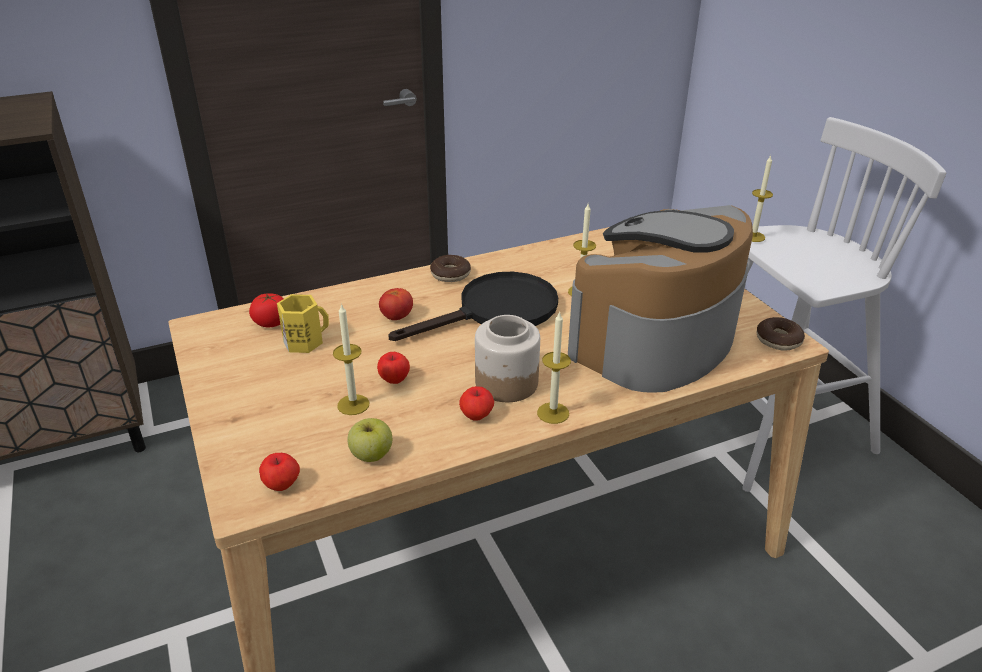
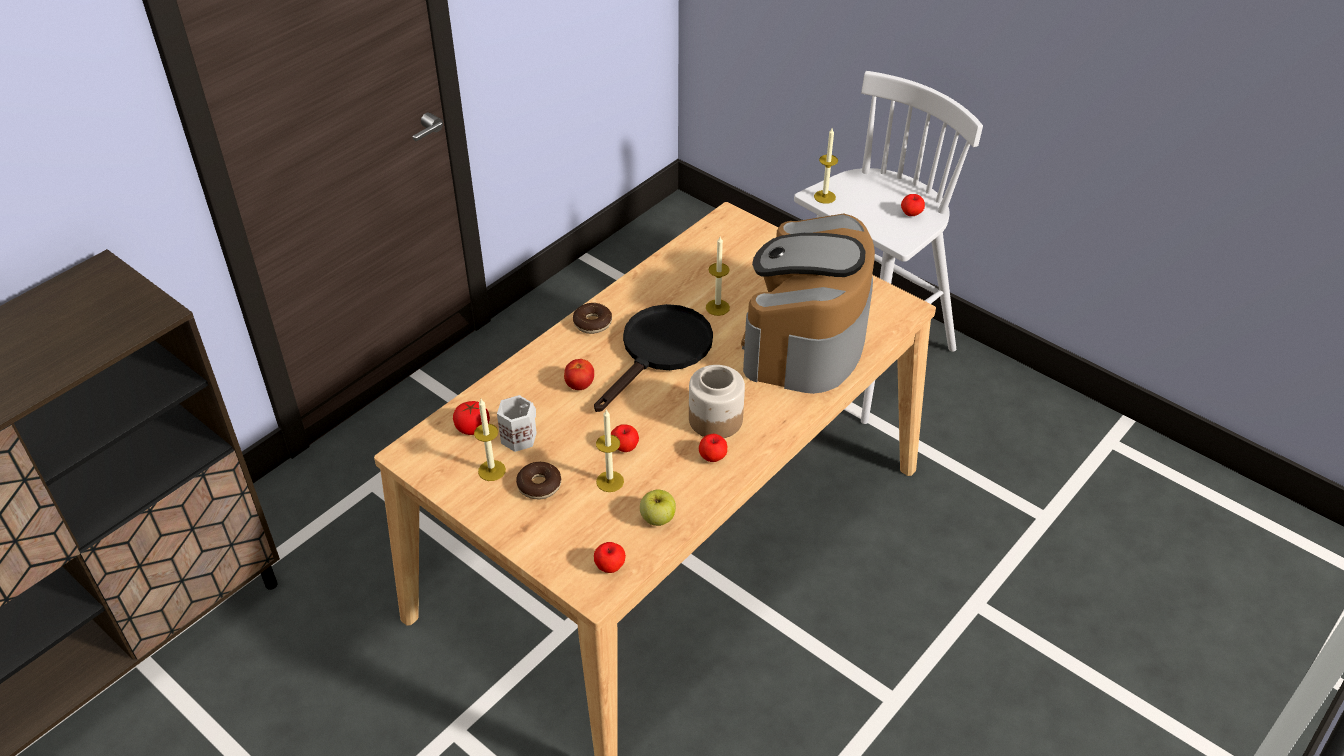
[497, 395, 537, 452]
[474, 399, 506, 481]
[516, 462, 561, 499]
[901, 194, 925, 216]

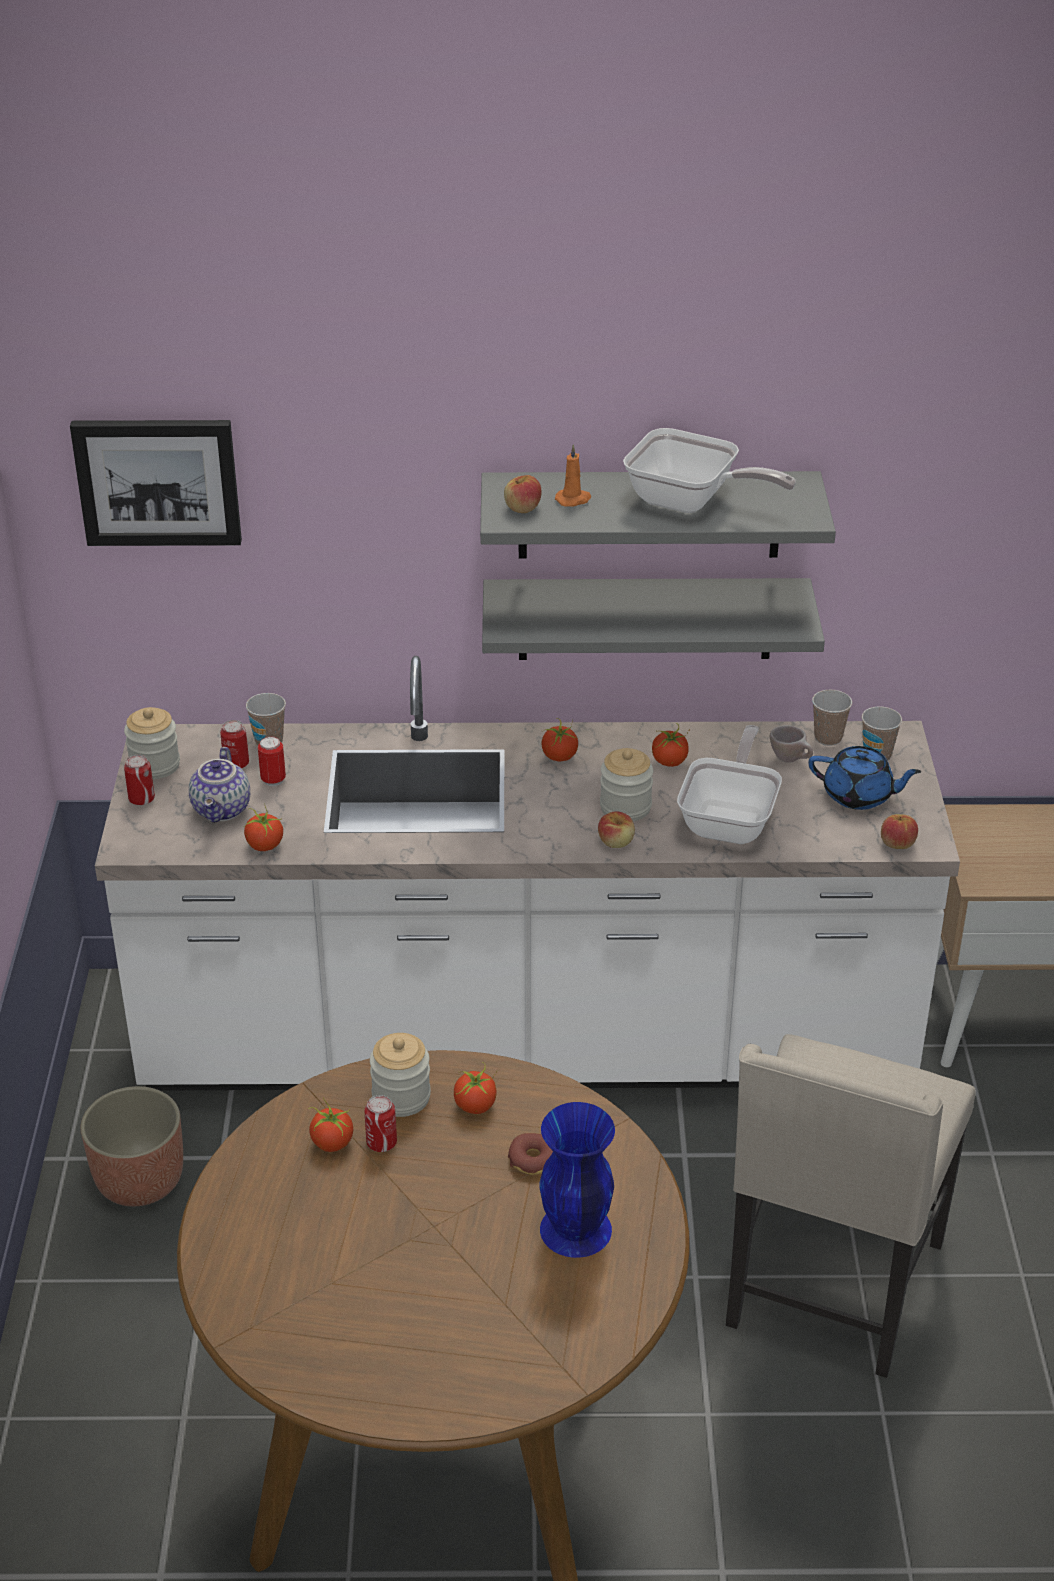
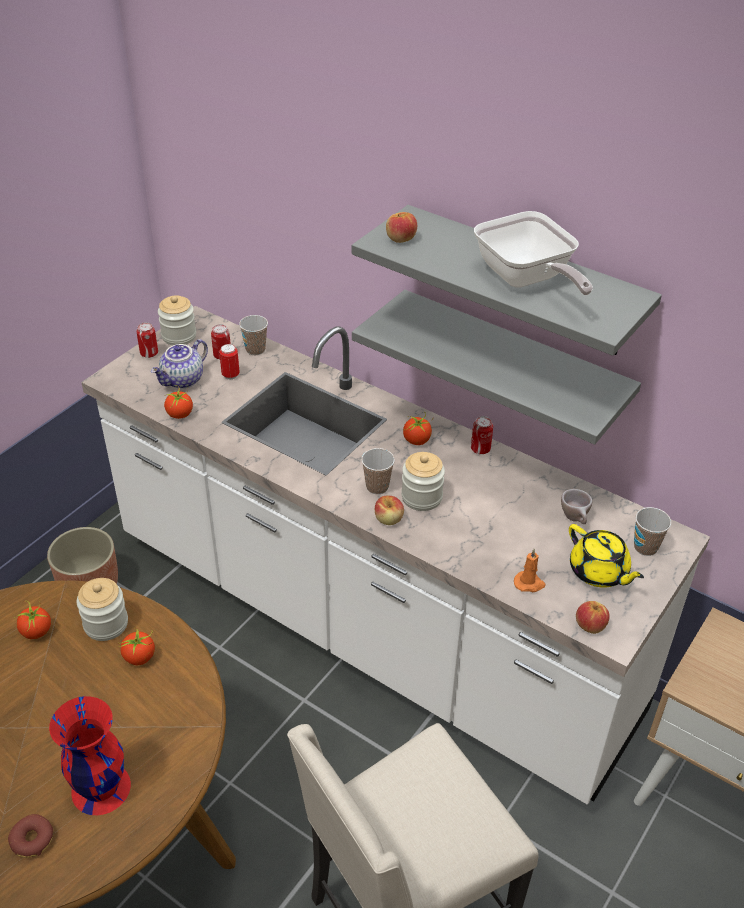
[70, 420, 242, 546] (first image)
[471, 416, 493, 454]
[8, 814, 53, 858]
[49, 696, 131, 815]
[514, 549, 546, 592]
[652, 723, 690, 767] (first image)
[677, 725, 782, 844] (first image)
[569, 524, 644, 588]
[361, 448, 395, 494]

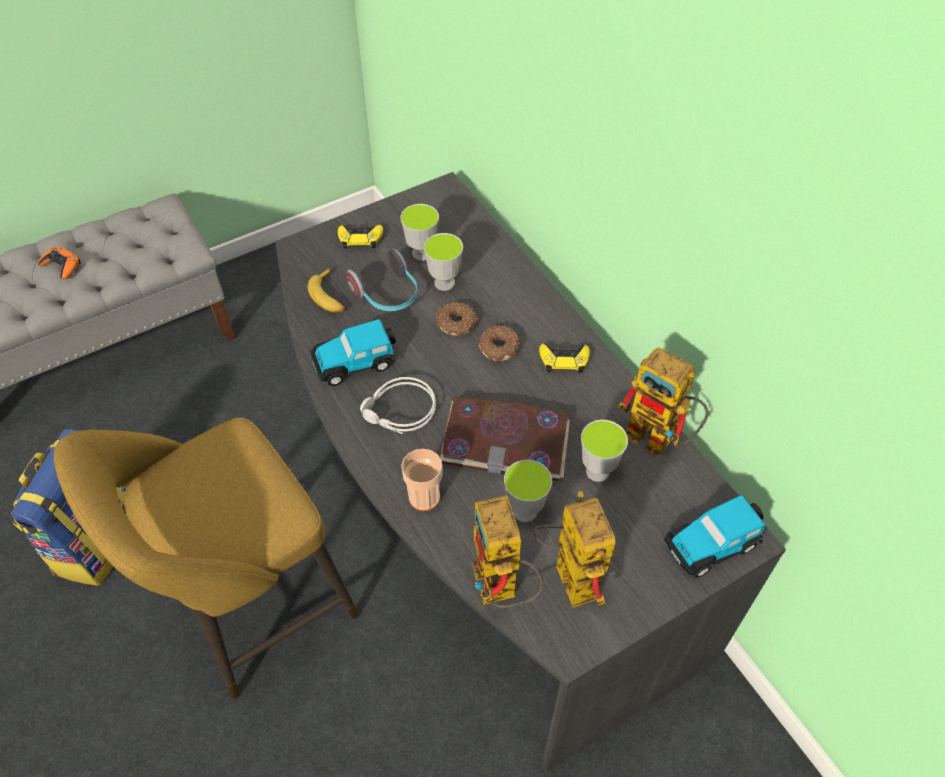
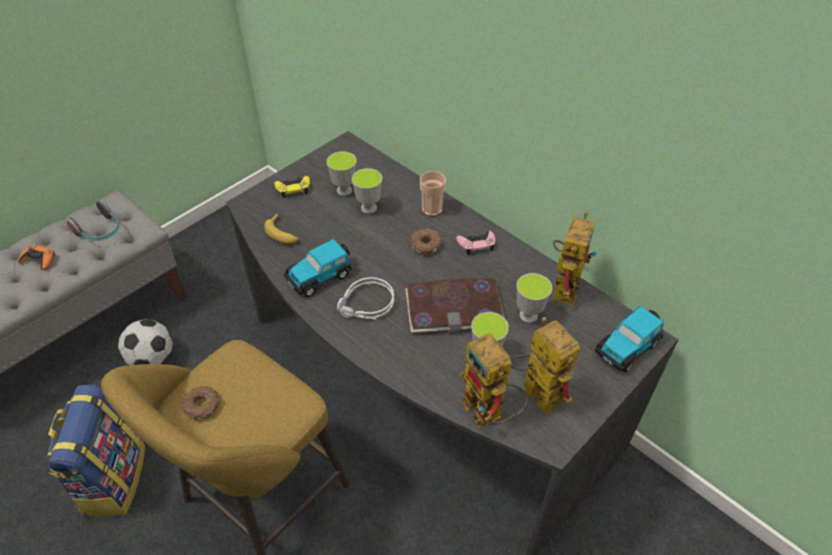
[67, 201, 119, 241]
[420, 171, 446, 217]
[182, 386, 221, 420]
[456, 231, 496, 255]
[552, 211, 596, 306]
[118, 319, 173, 365]

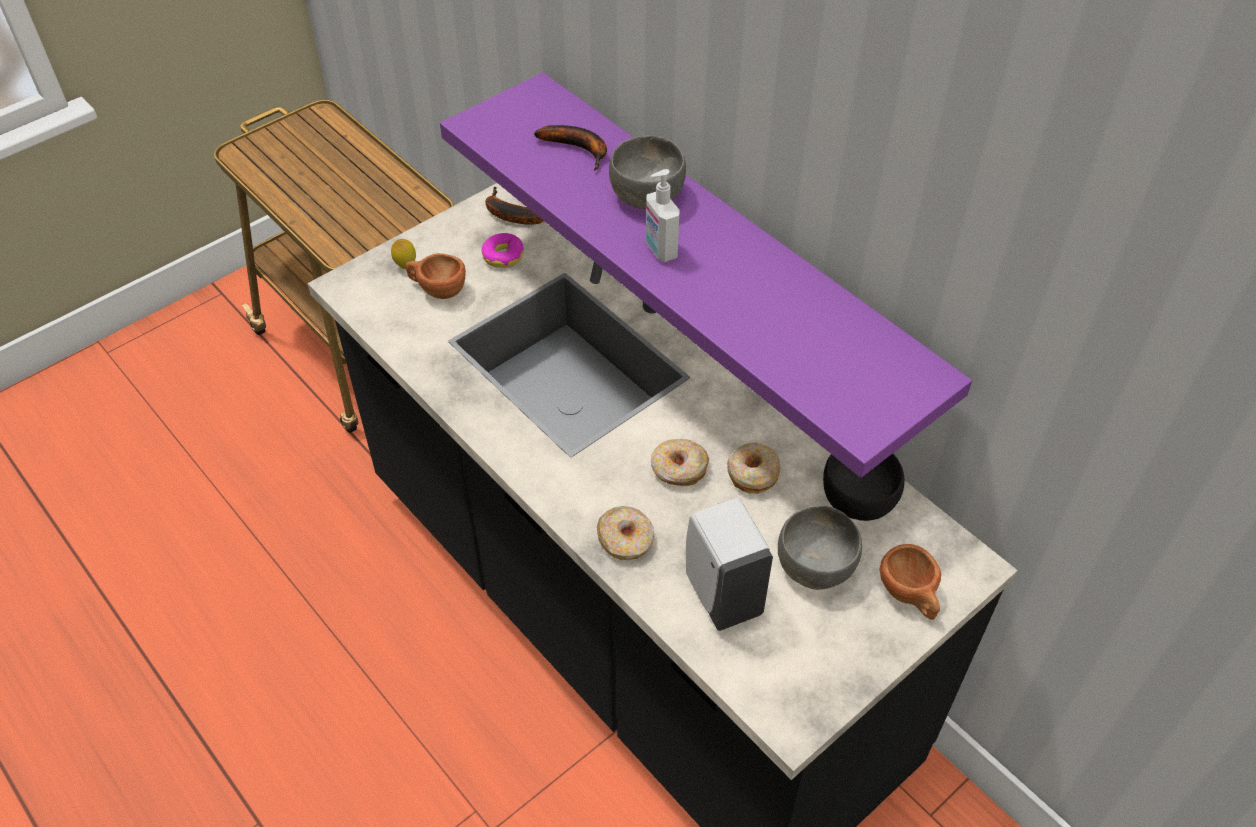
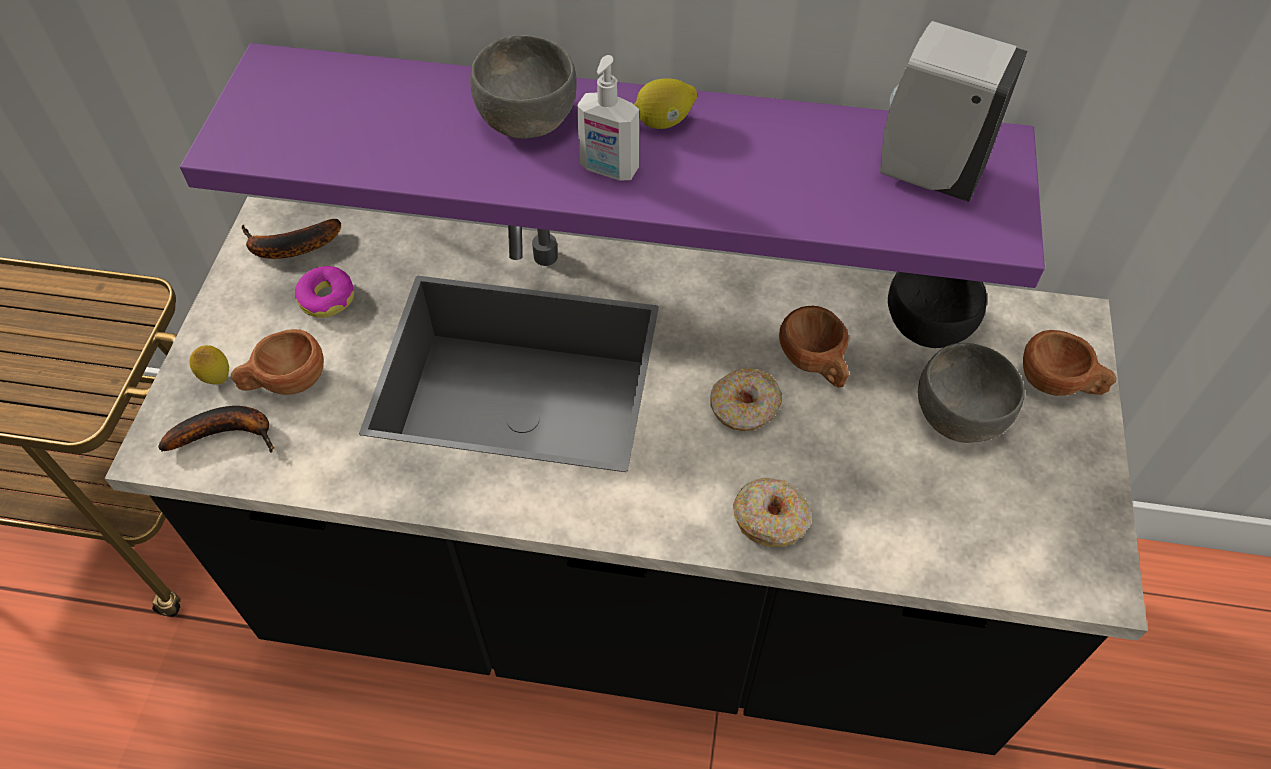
[158, 406, 274, 453]
[880, 21, 1028, 202]
[779, 306, 849, 388]
[634, 78, 697, 129]

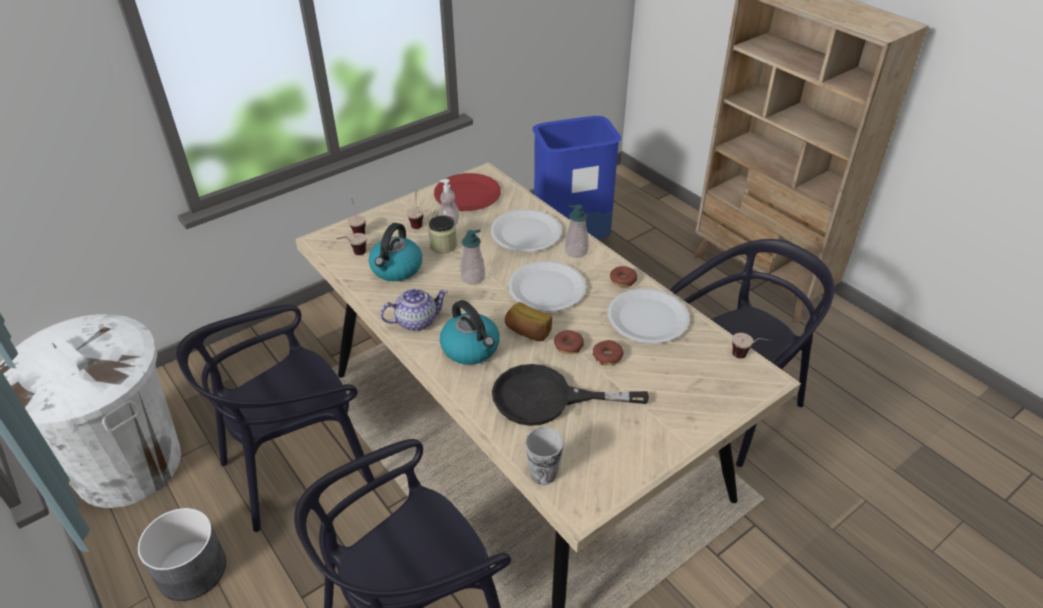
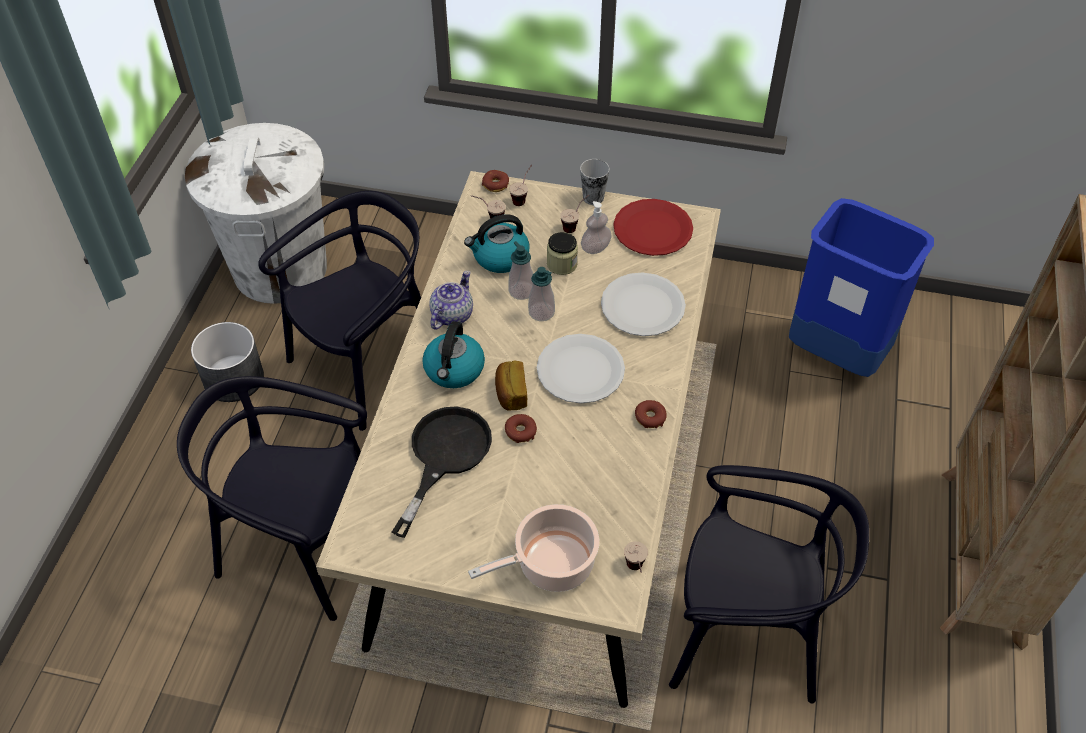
[258, 191, 421, 431]
[429, 271, 473, 330]
[392, 406, 492, 538]
[580, 159, 609, 205]
[508, 241, 533, 300]
[482, 170, 509, 192]
[608, 288, 690, 344] (first image)
[468, 504, 599, 592]

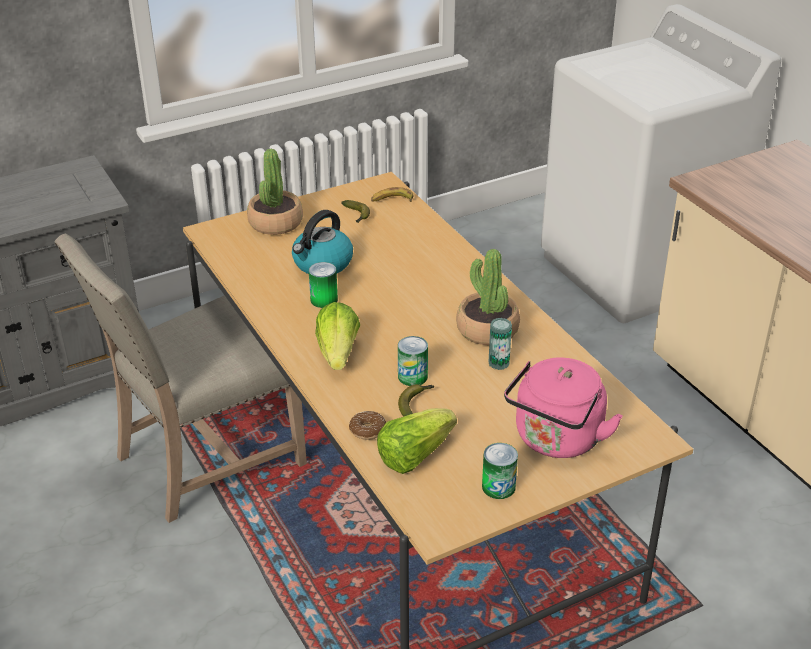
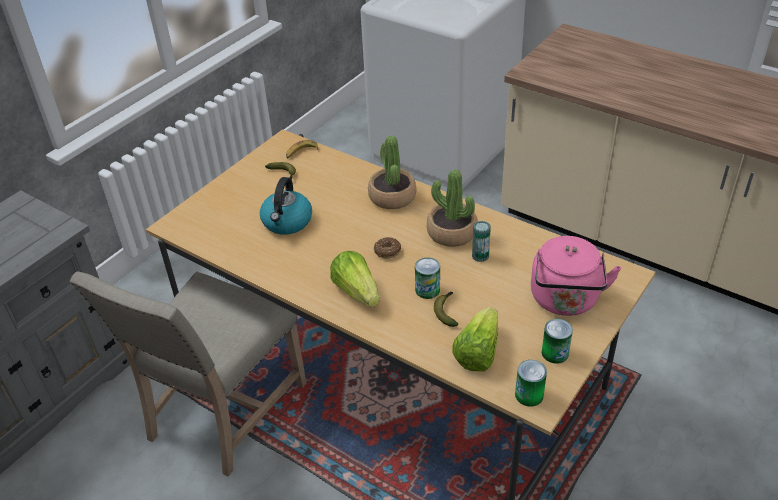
[368, 136, 417, 209]
[515, 360, 547, 407]
[374, 237, 401, 259]

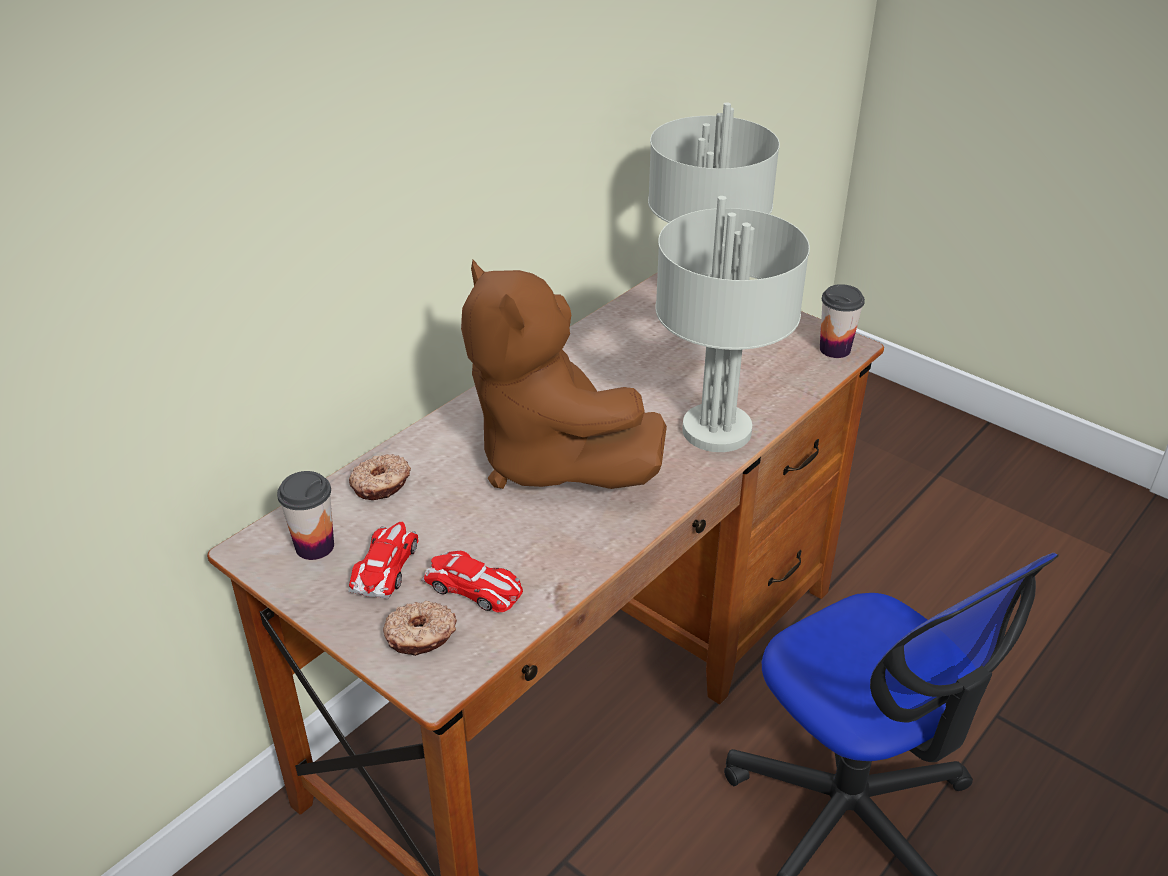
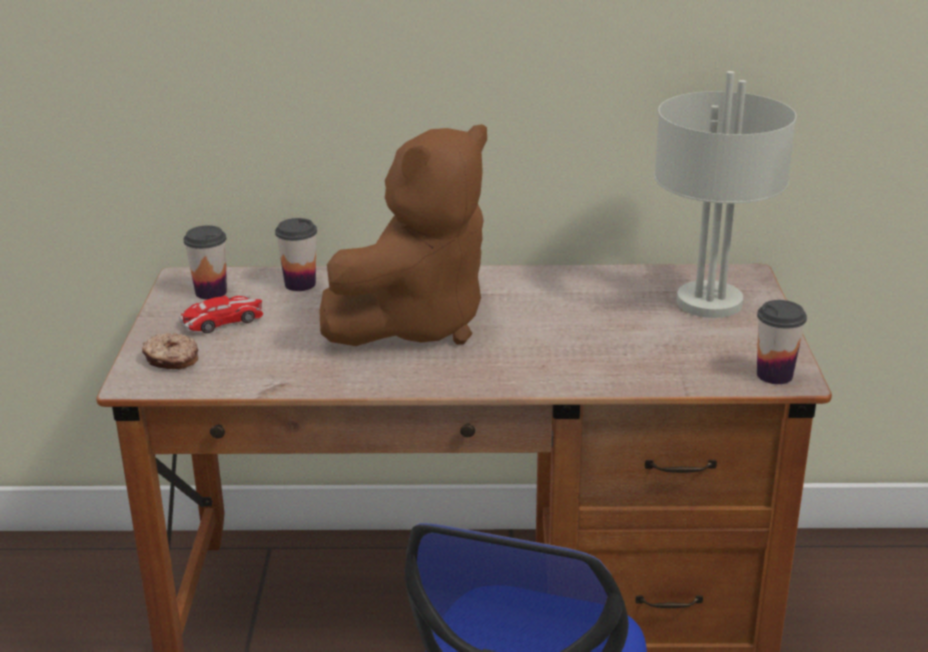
[275, 218, 317, 291]
[421, 551, 523, 612] (first image)
[319, 124, 487, 346]
[655, 196, 810, 452] (first image)

